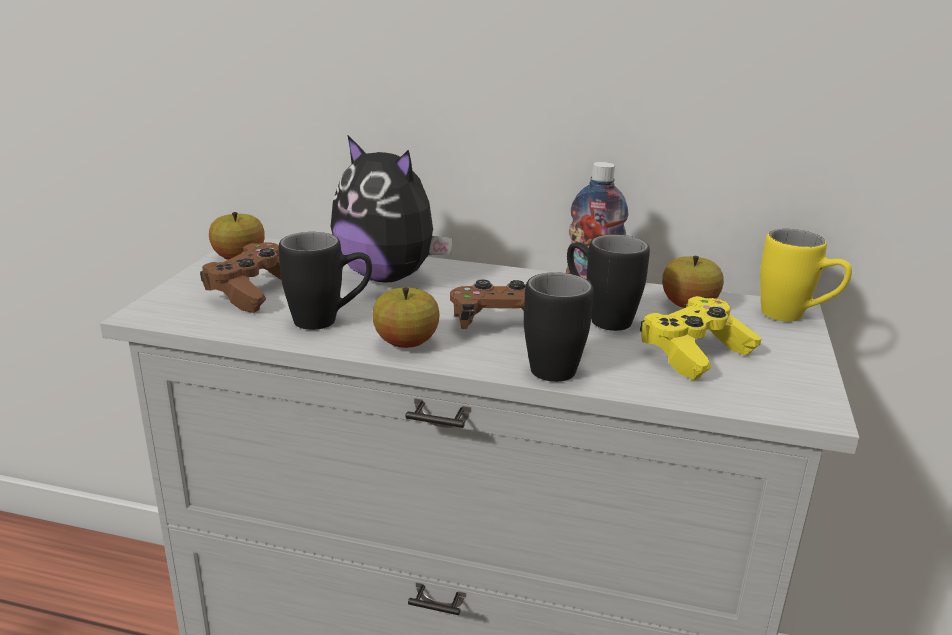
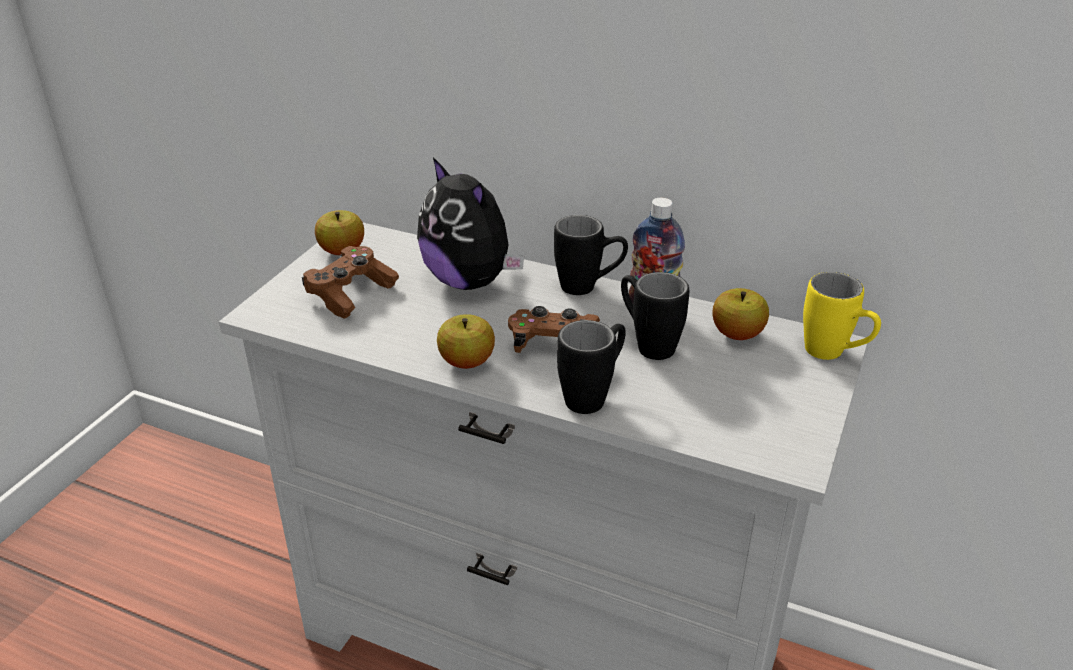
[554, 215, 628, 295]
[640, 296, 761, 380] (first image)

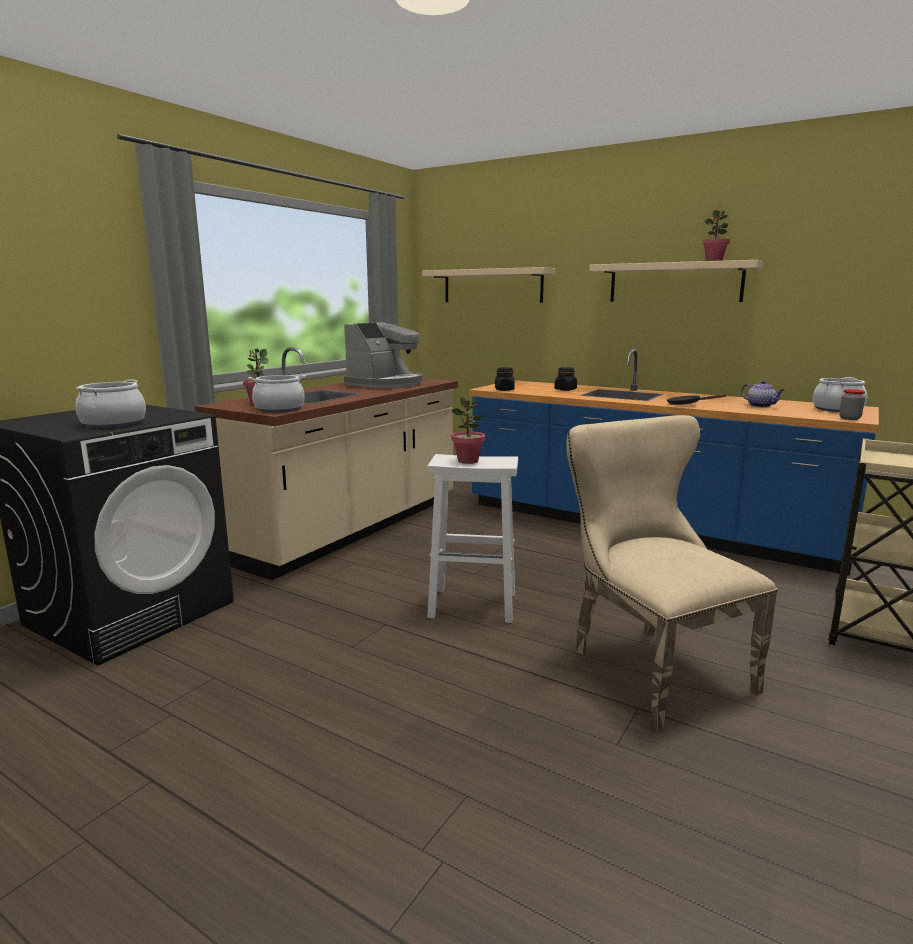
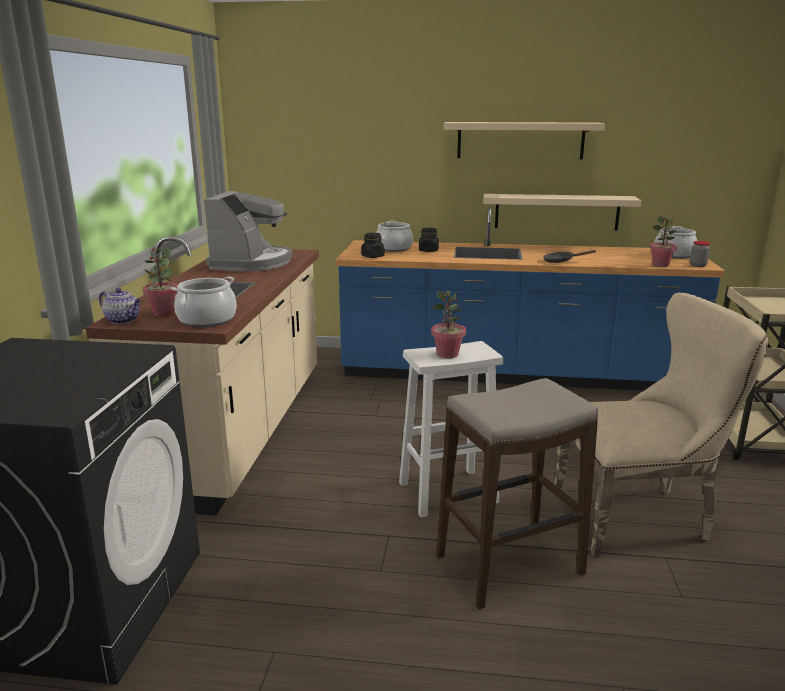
[376, 221, 413, 252]
[483, 194, 641, 231]
[554, 293, 768, 557]
[650, 216, 677, 267]
[99, 288, 141, 324]
[436, 378, 598, 610]

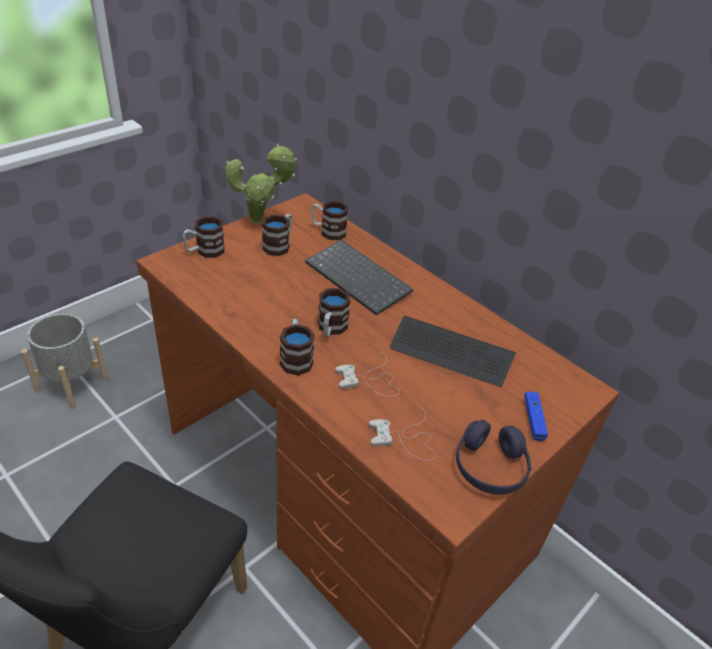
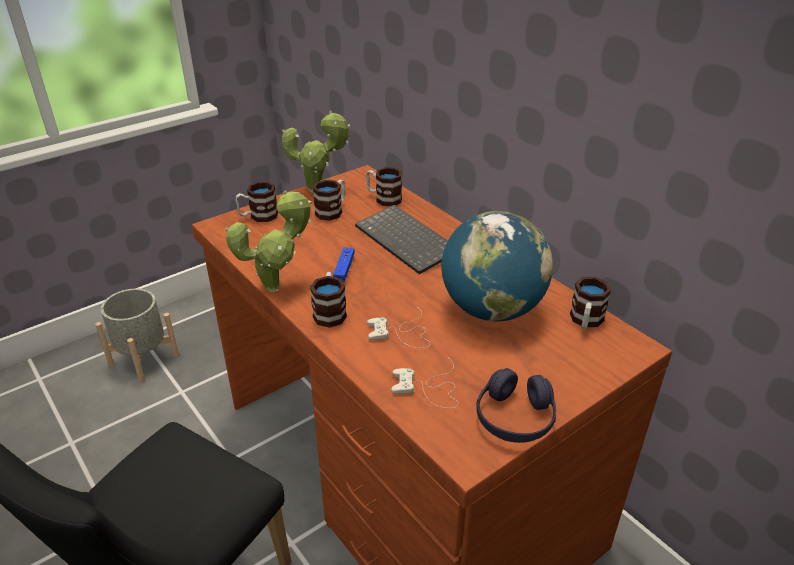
[570, 277, 611, 329]
[442, 211, 553, 321]
[333, 247, 355, 282]
[225, 190, 312, 292]

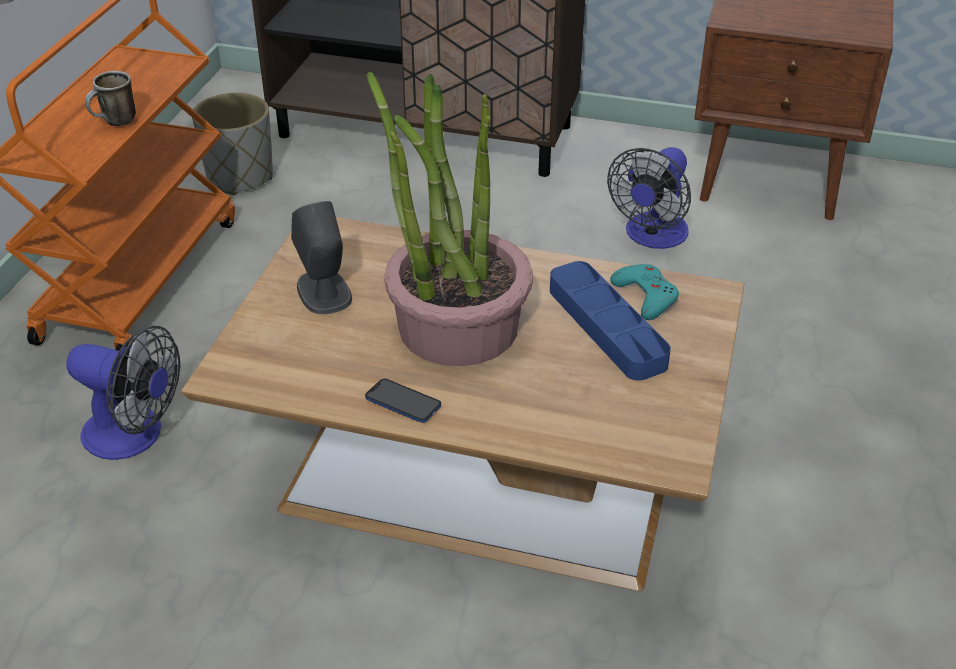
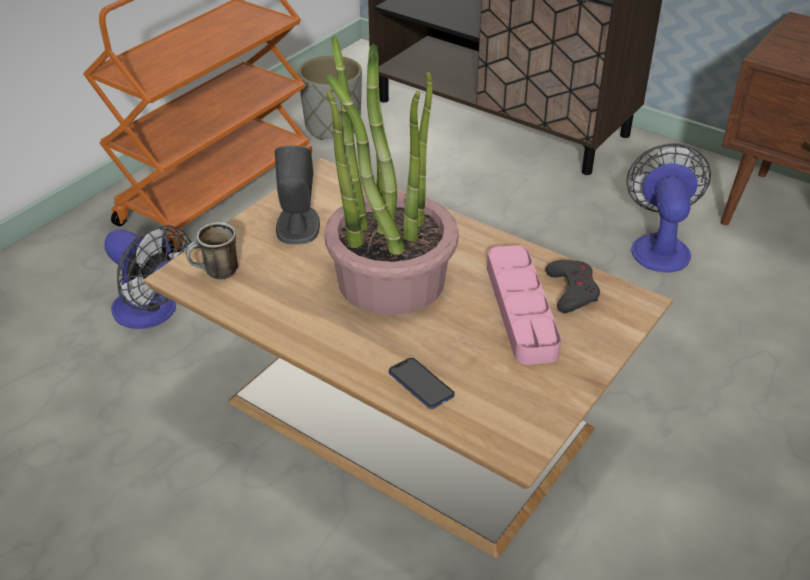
[186, 222, 238, 279]
[389, 358, 455, 409]
[487, 245, 561, 365]
[626, 143, 711, 273]
[545, 260, 600, 313]

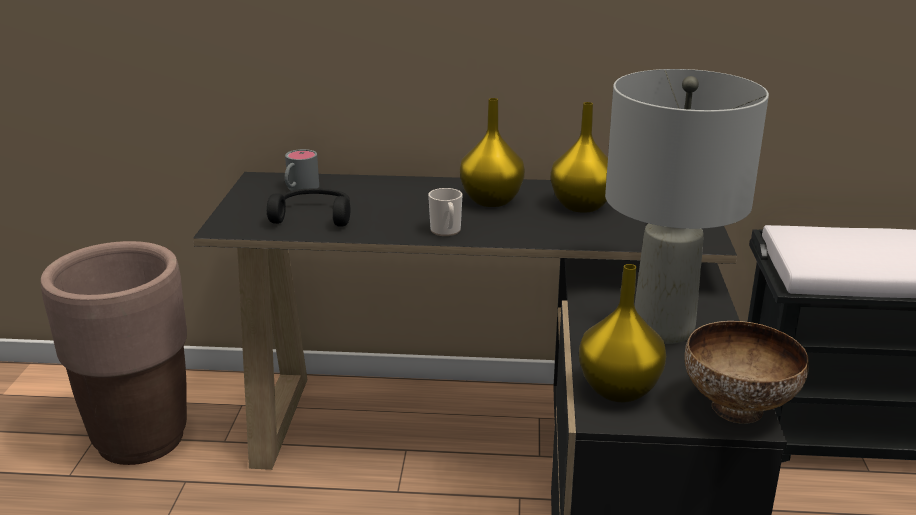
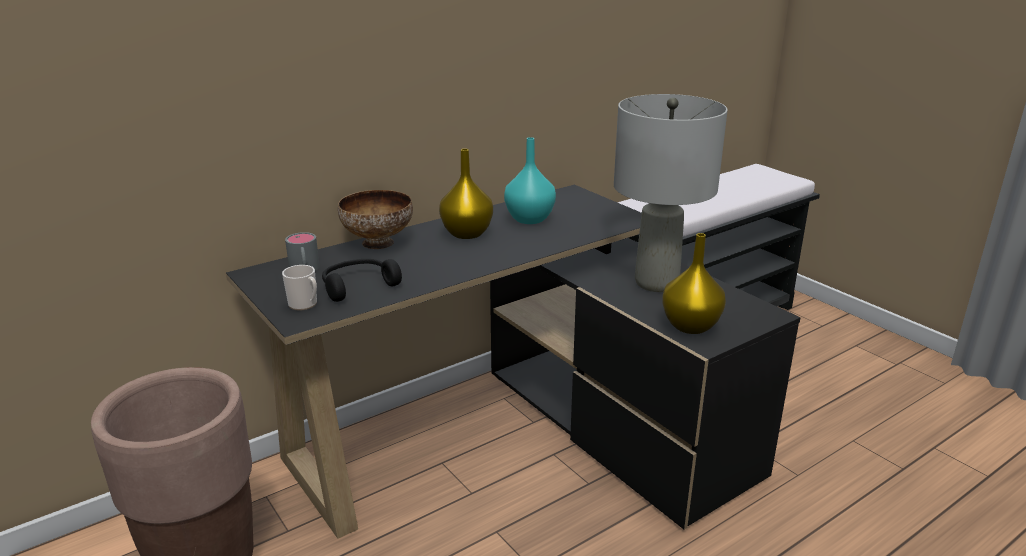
[282, 265, 317, 310]
[504, 137, 556, 224]
[338, 190, 413, 249]

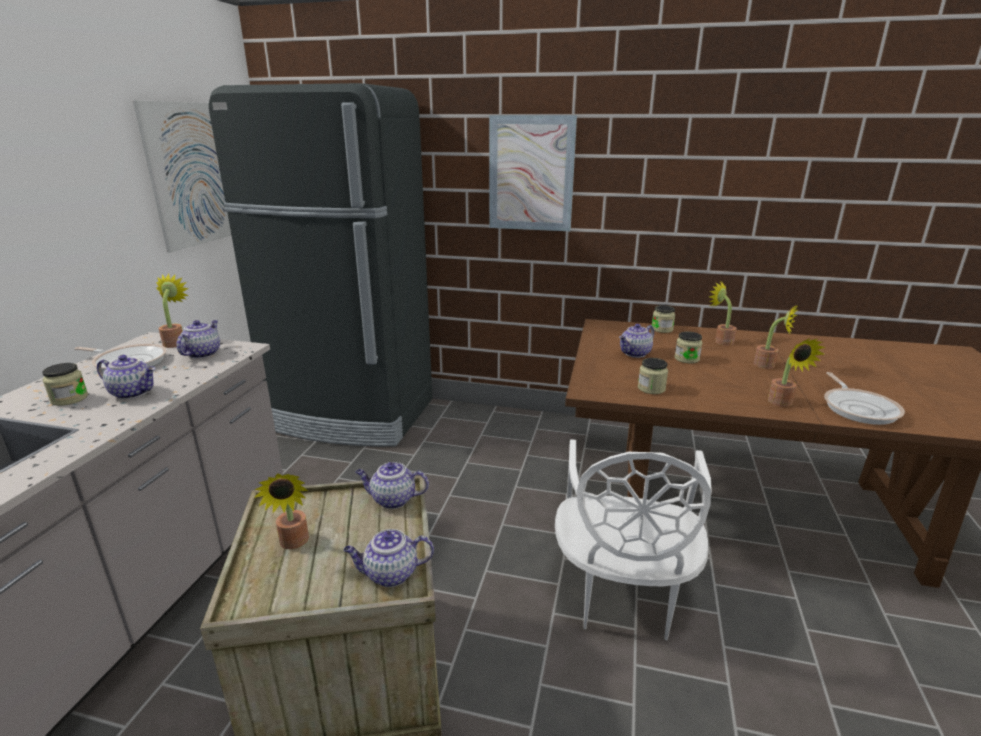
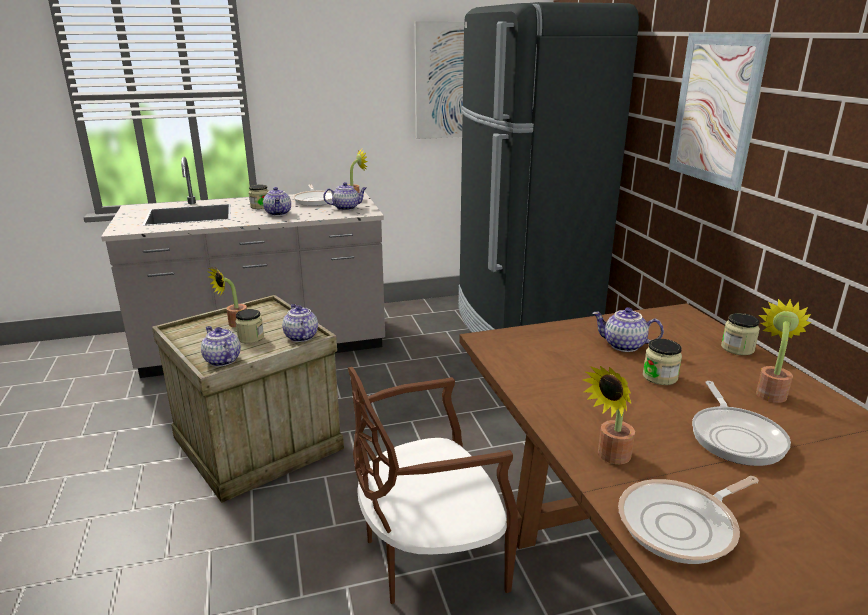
[348, 367, 519, 604]
[235, 309, 264, 343]
[692, 381, 791, 466]

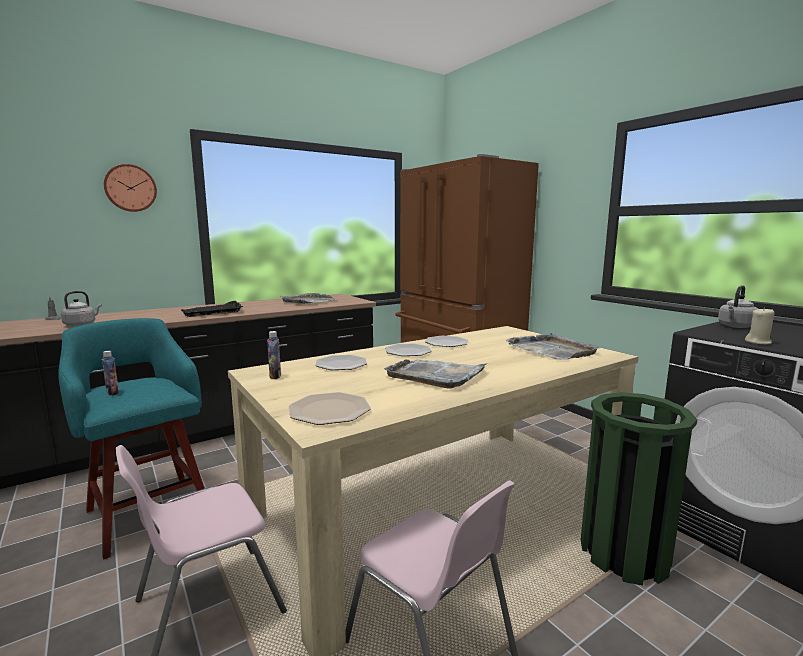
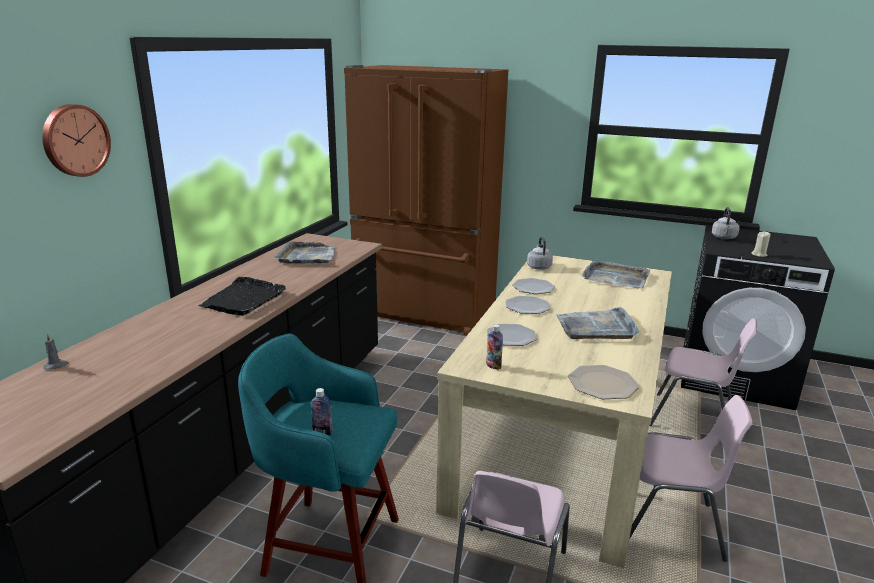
[527, 237, 553, 270]
[649, 318, 757, 426]

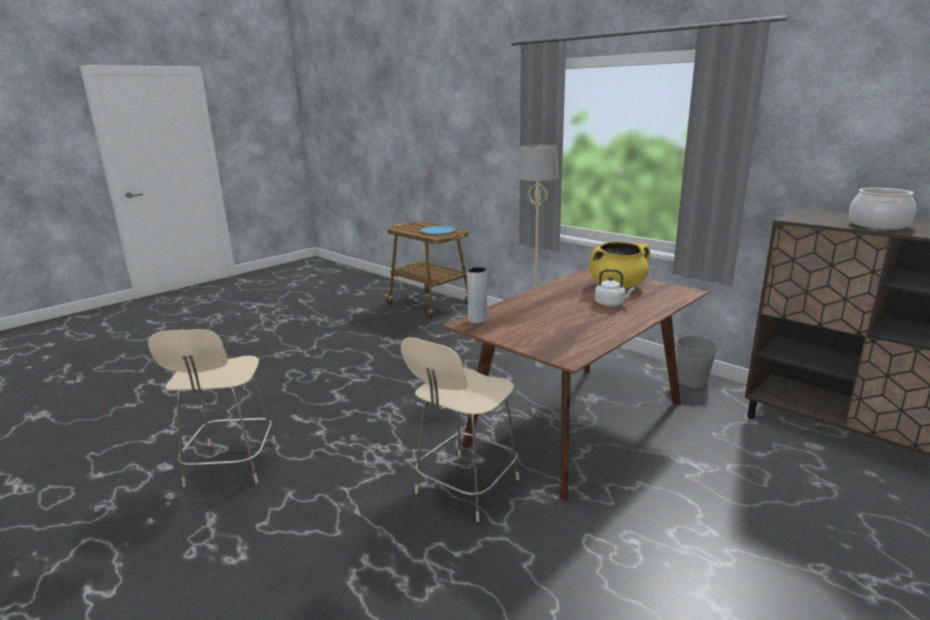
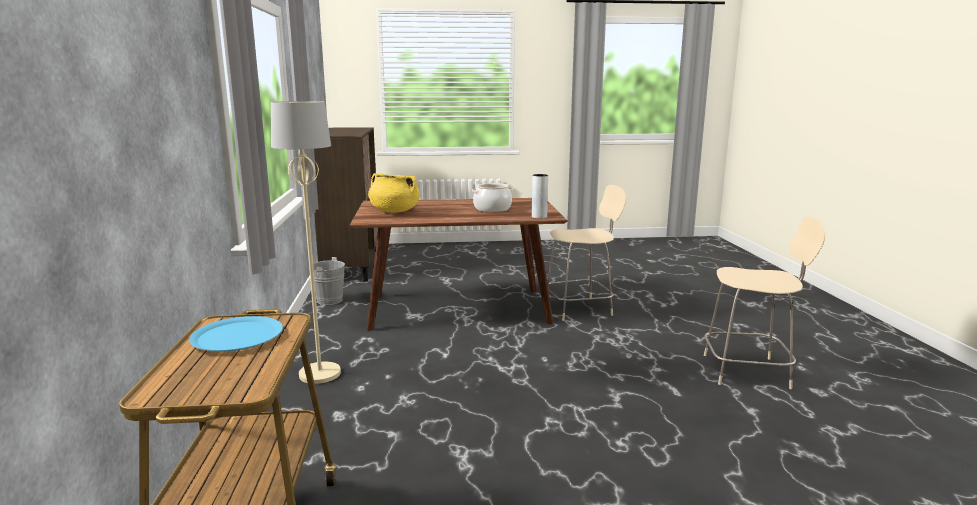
[704, 217, 825, 389]
[595, 269, 635, 307] (first image)
[472, 183, 513, 212]

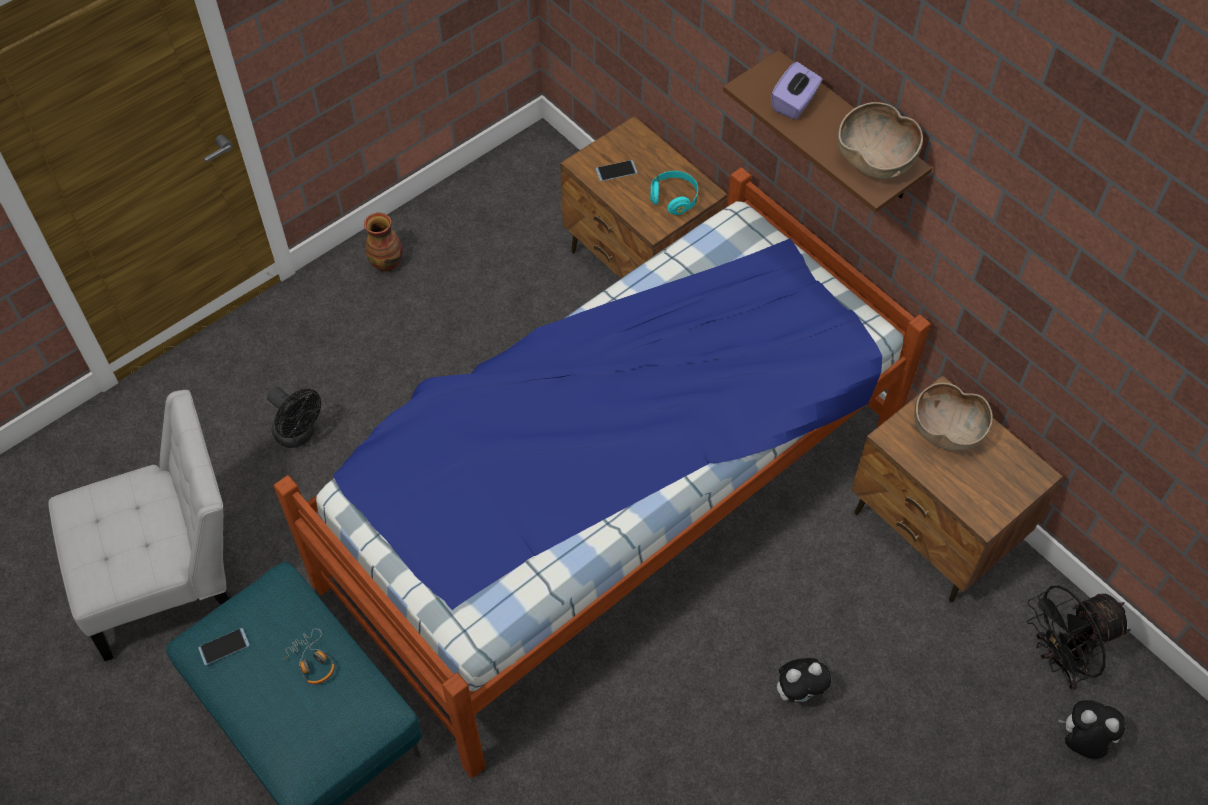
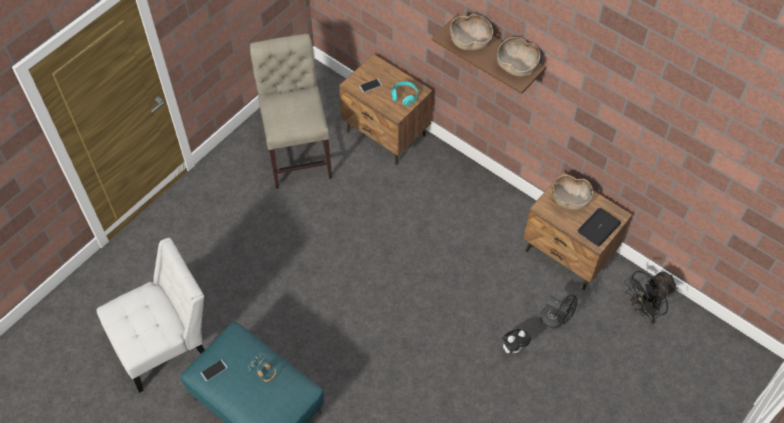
[540, 294, 577, 329]
[274, 167, 931, 778] (first image)
[364, 213, 402, 272] (first image)
[450, 14, 493, 50]
[1058, 700, 1126, 759] (first image)
[250, 34, 332, 189]
[577, 208, 621, 247]

